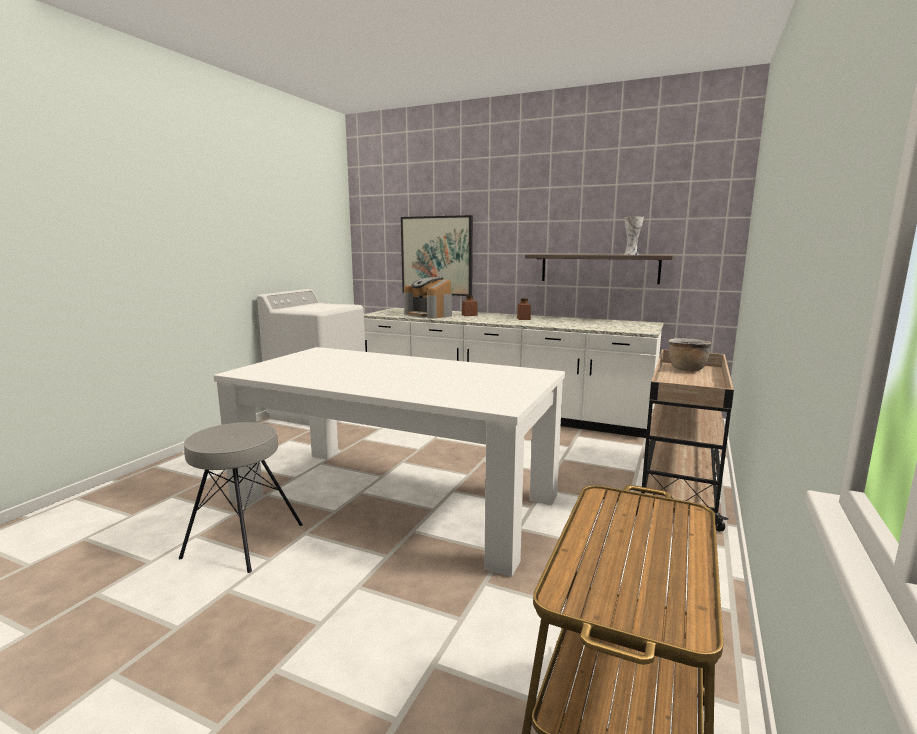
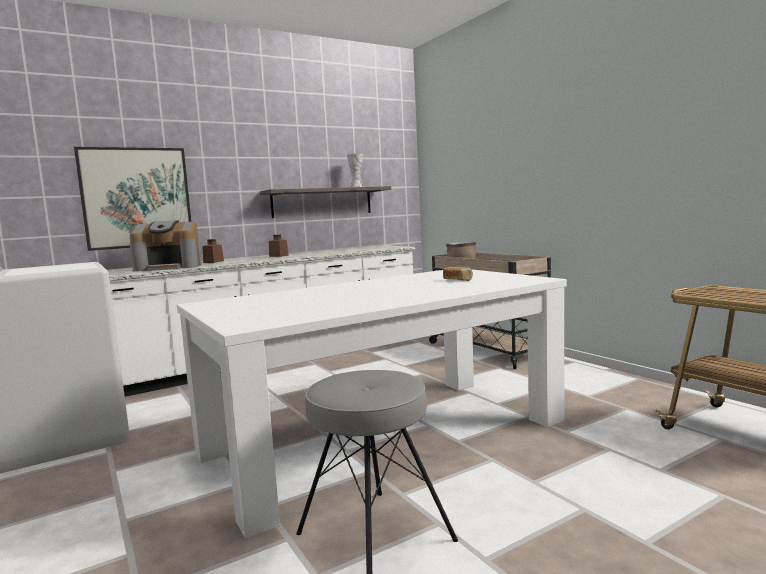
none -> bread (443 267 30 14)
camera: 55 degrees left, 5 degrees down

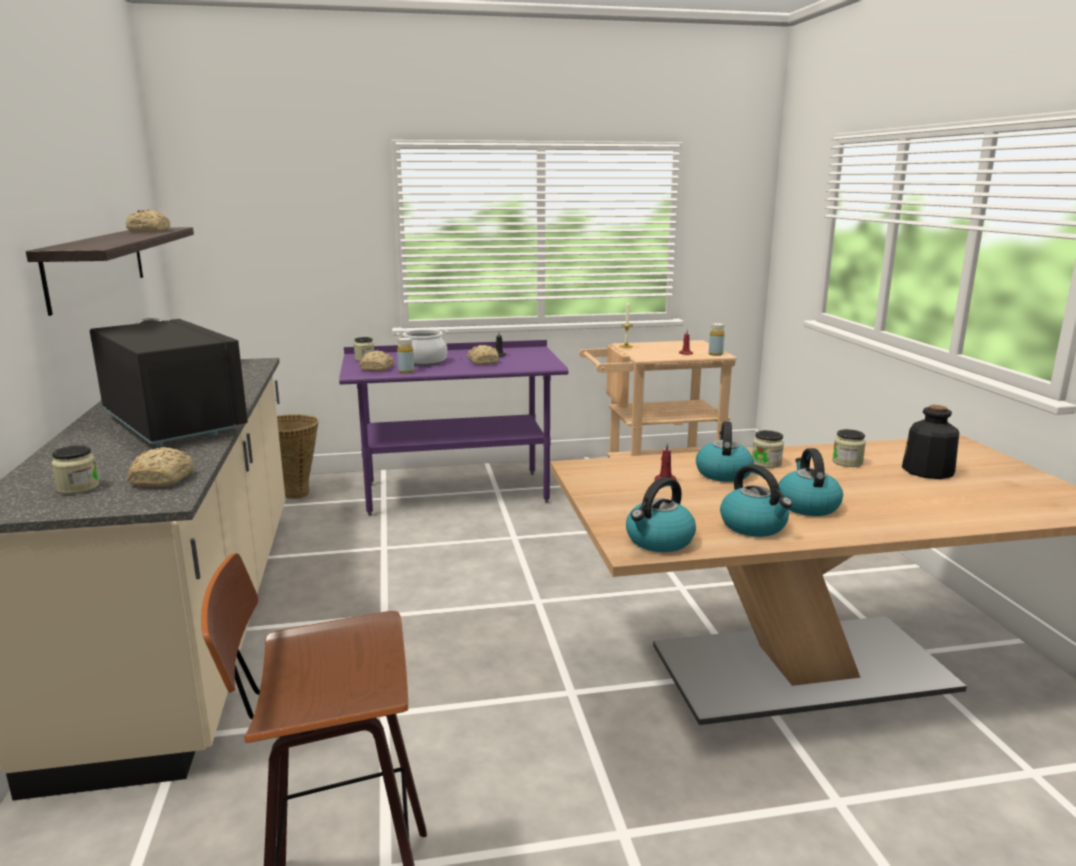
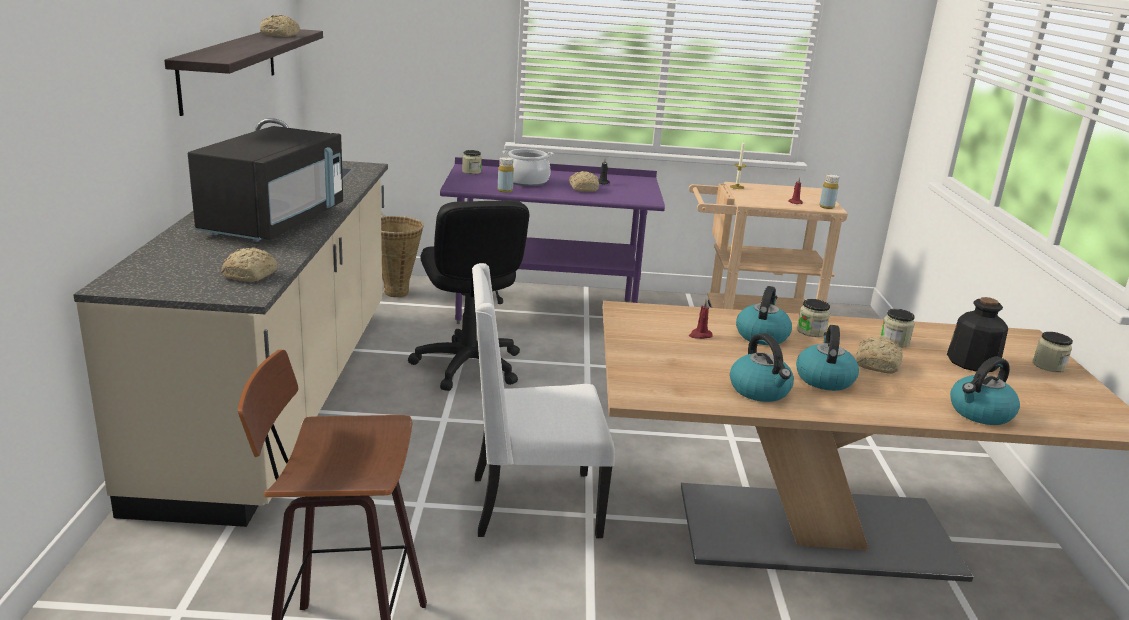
microwave/black (90 319 158 128) -> microwave/black (188 126 155 116), 45 degrees clockwise
none -> office chair/black (408 200 121 191)
none -> chair/white (472 263 143 275)
bread (360 351 34 20) -> bread (856 337 47 37), shifted
water kettle (626 477 70 75) -> water kettle (950 357 70 68), shifted
jar (51 445 48 49) -> jar (1033 332 40 40), shifted
camera: 10 degrees right, 5 degrees up

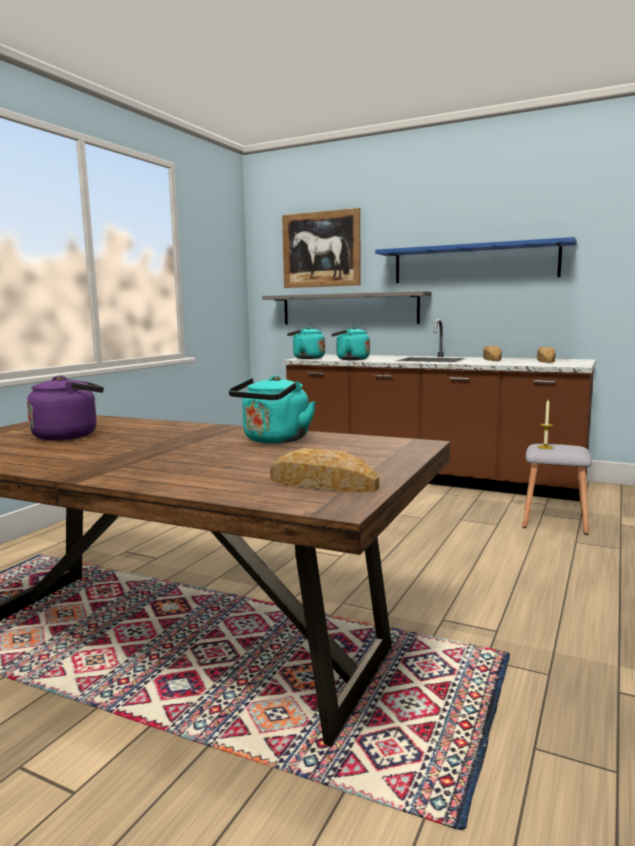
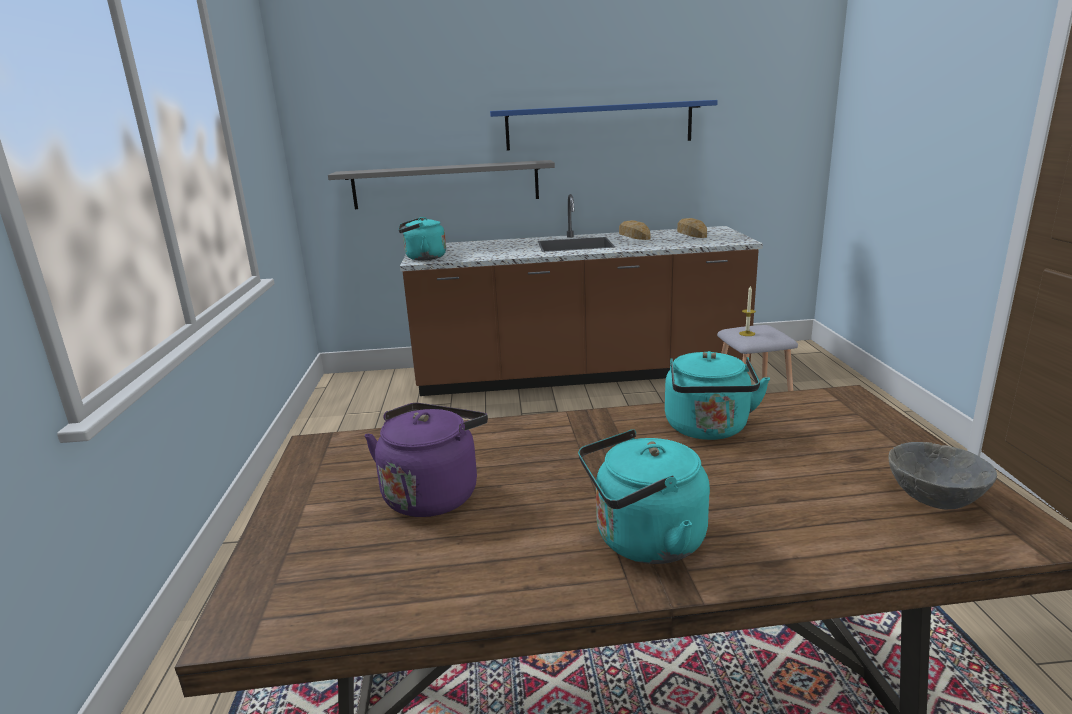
water kettle/turquoise (331 327 39 33) -> water kettle/turquoise (578 430 132 134), shifted
bread (270 448 109 44) -> bowl/gray (888 442 109 67)
wall picture (282 208 79 80) -> none
camera: 30 degrees left, 10 degrees up

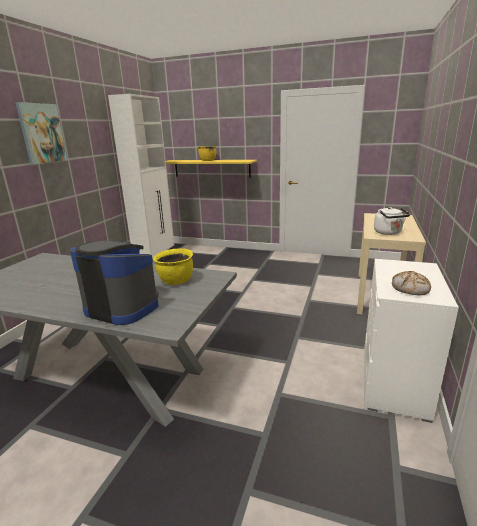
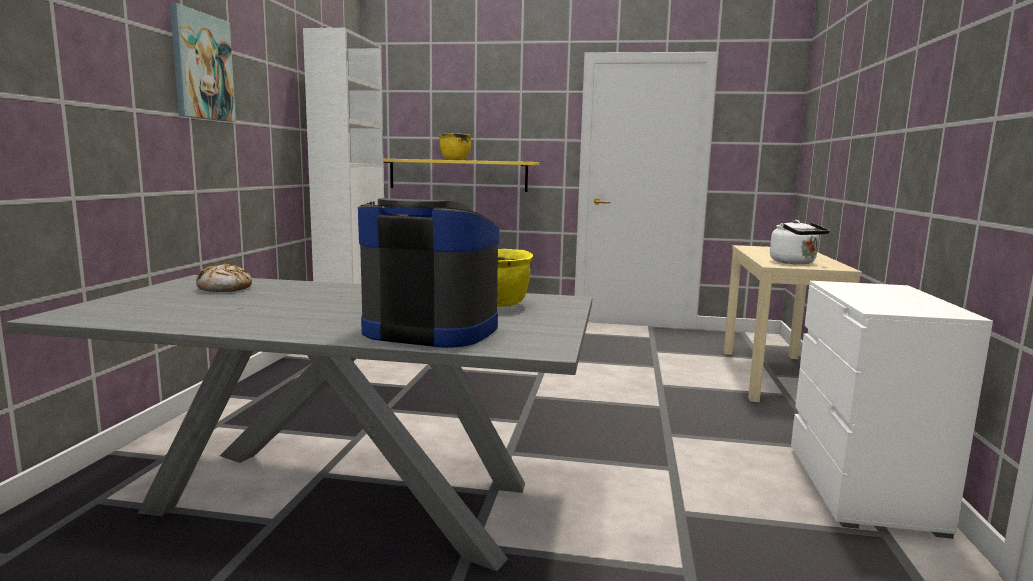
bread (392 271 39 25) -> bread (196 264 56 28), shifted
camera: 10 degrees left, 10 degrees down

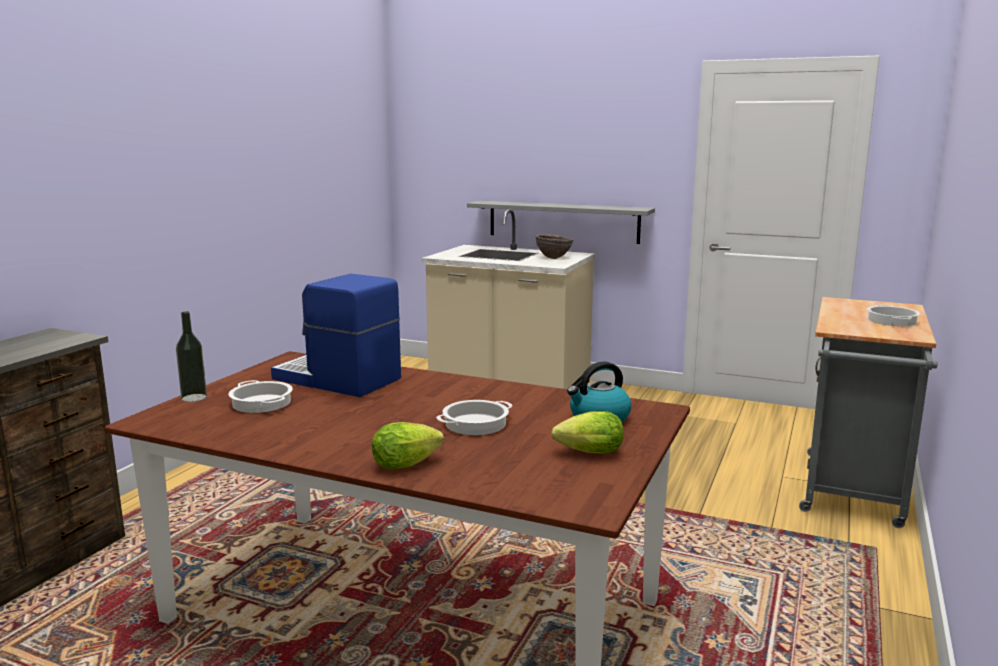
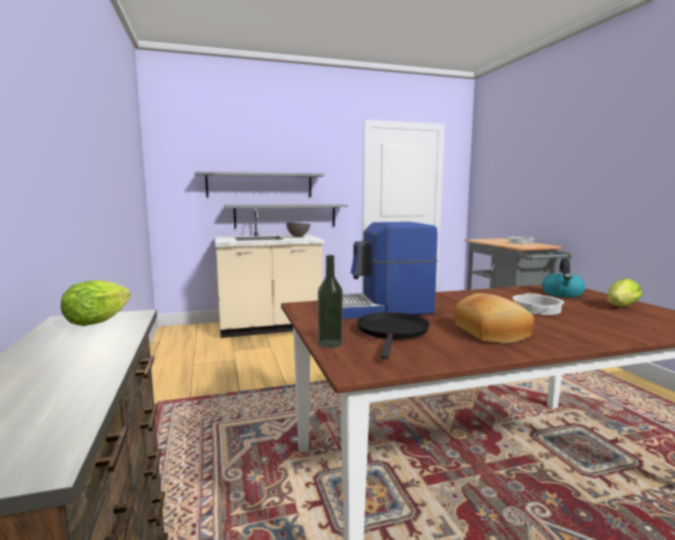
head of lettuce (372 422 72 47) -> head of lettuce (61 280 70 46), shifted
none -> bracket shelf/gray (195 172 129 25)
saucepot (229 380 64 33) -> pan/black (357 312 73 47)
none -> bread (454 293 80 50)
camera: 40 degrees left, 5 degrees down

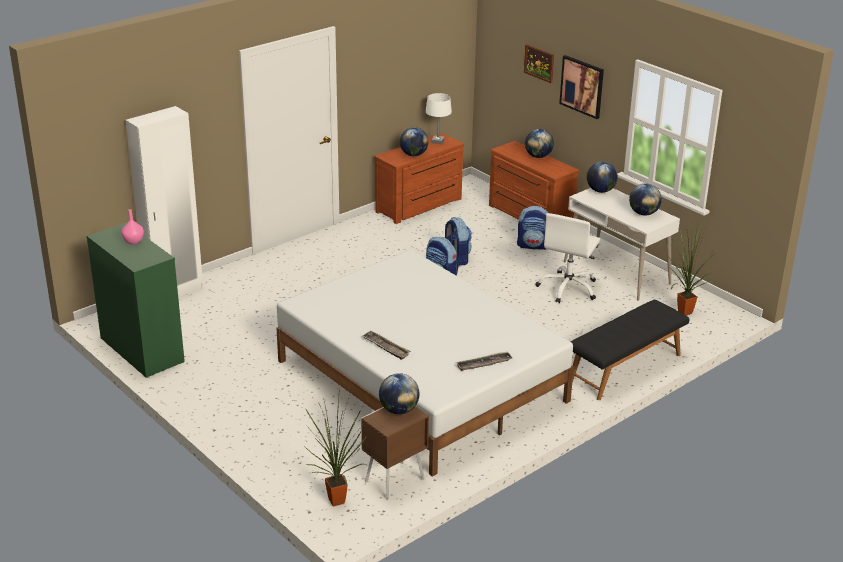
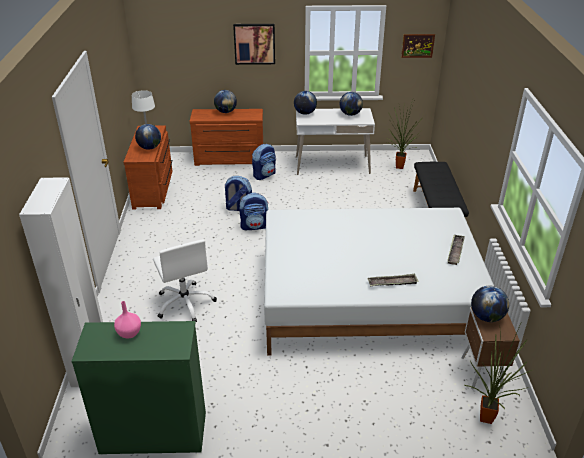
office chair/white (536 213 64 90) -> office chair/white (153 240 64 82), shifted
wall picture (524 44 30 39) -> wall picture (401 34 34 24), shifted
camera: 50 degrees left, 5 degrees up

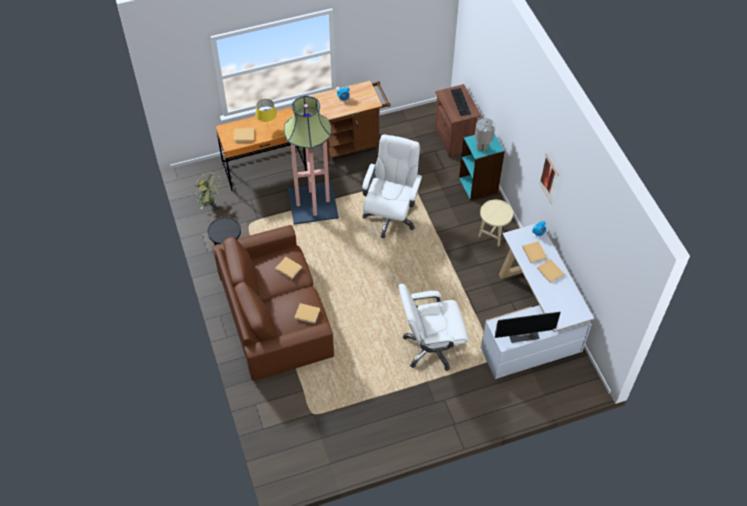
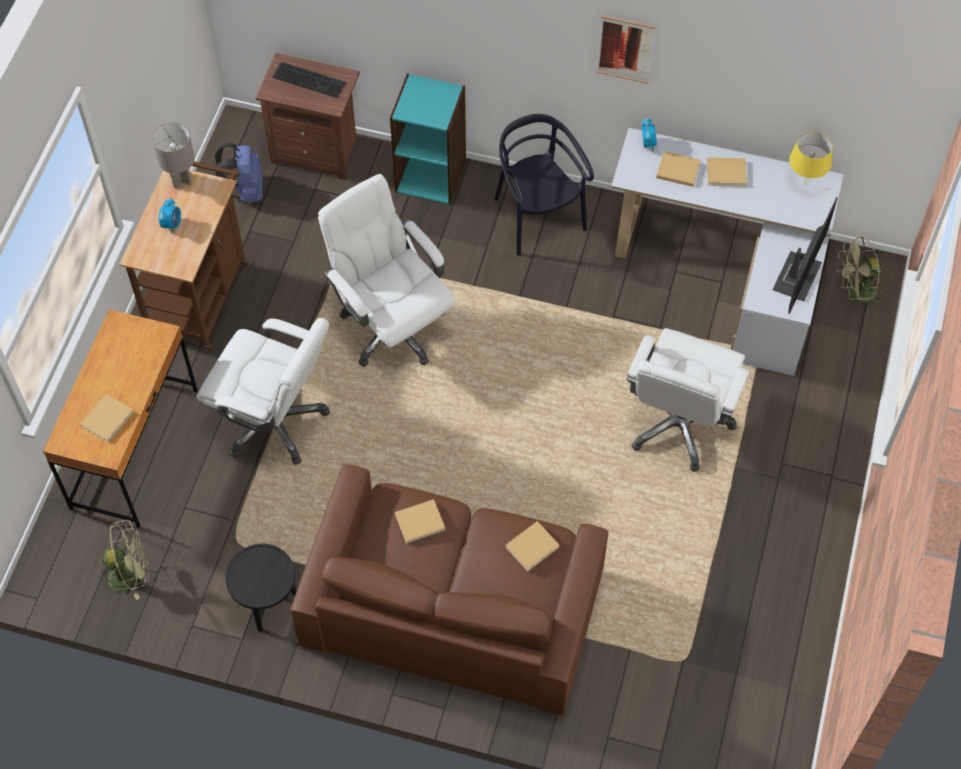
tabletop lamp/gray (475 118 20 35) -> tabletop lamp/gray (152 122 43 67), shifted
standard lamp (284 96 55 128) -> office chair/white (196 318 134 147)
none -> knapsack/bluish (215 143 48 59)
side table/beige (478 199 35 47) -> chair/black (494 114 100 142)
tabletop lamp/yellowish (255 99 22 28) -> tabletop lamp/yellowish (789 131 44 54), shifted
none -> electric fan/green (837 237 49 73)
camera: 55 degrees left, 5 degrees up

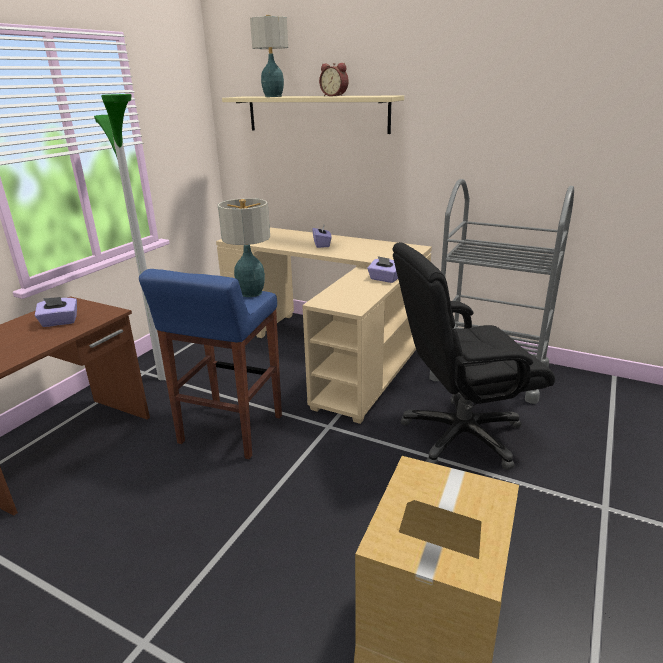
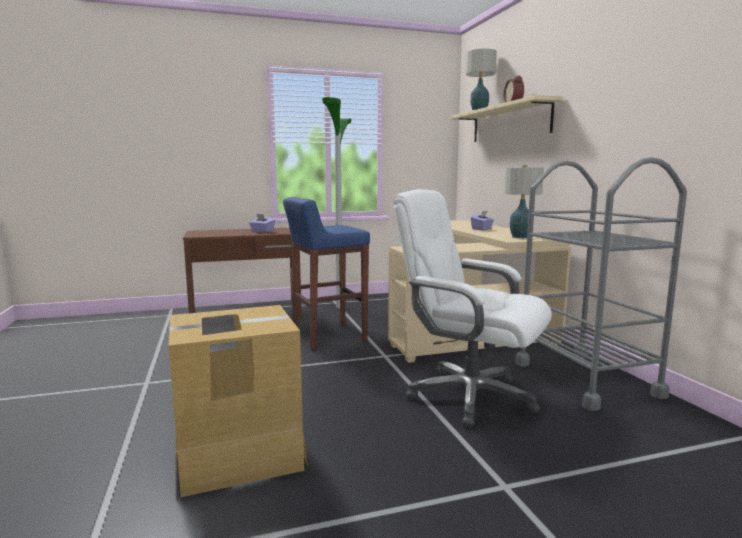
office chair/black (392 242 163 228) -> office chair/white (394 189 158 238)
tabletop lamp (218 198 52 99) -> tabletop lamp (505 165 39 73), shifted
tissue holder/purplish (367 256 31 27) -> none
camera: 45 degrees right, 15 degrees down

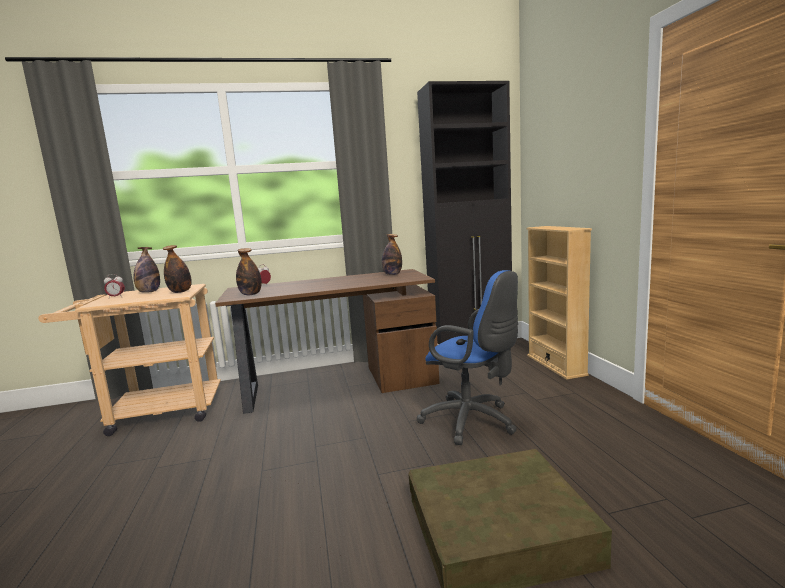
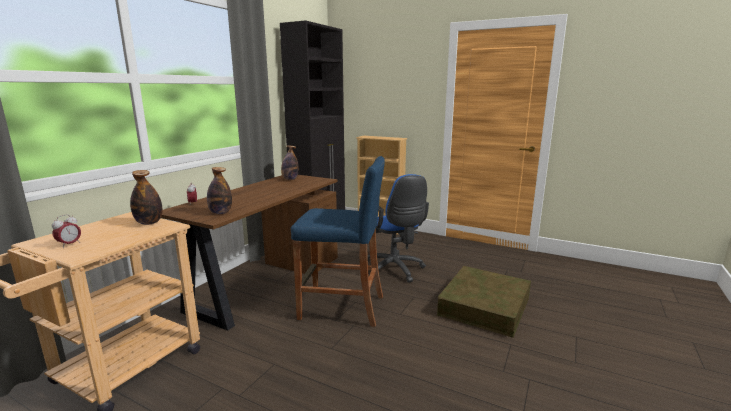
none -> stool seat/bluish (291 156 94 171)
office chair/bluish (417 270 101 175) -> office chair/bluish (367 174 62 109), 75 degrees clockwise
bottle (134 247 26 46) -> none
camera: 50 degrees left, 5 degrees up

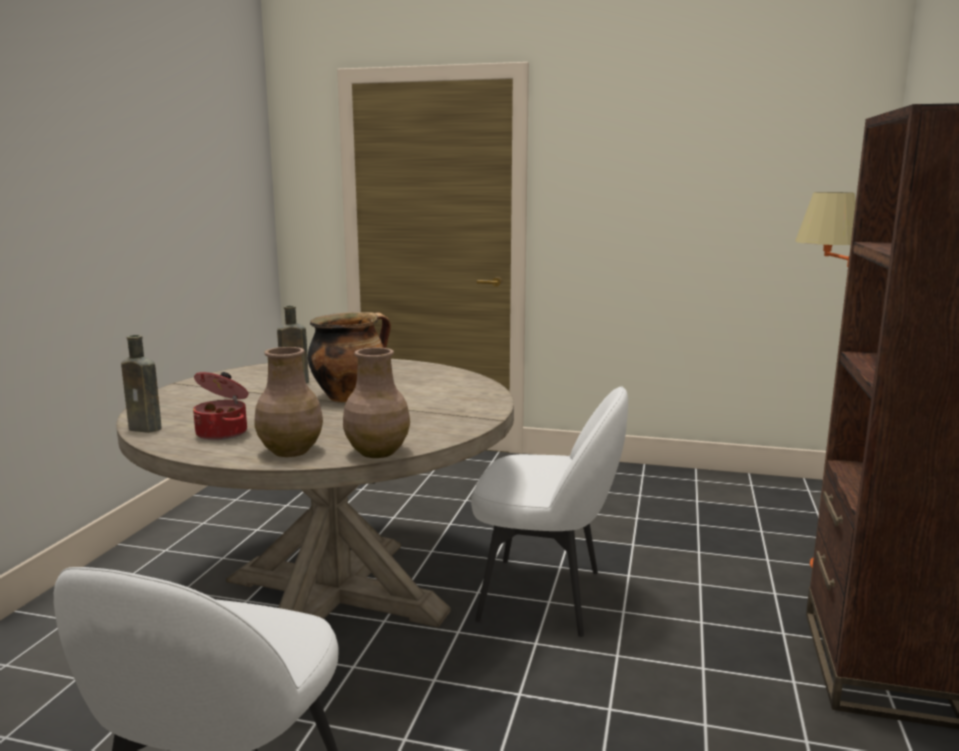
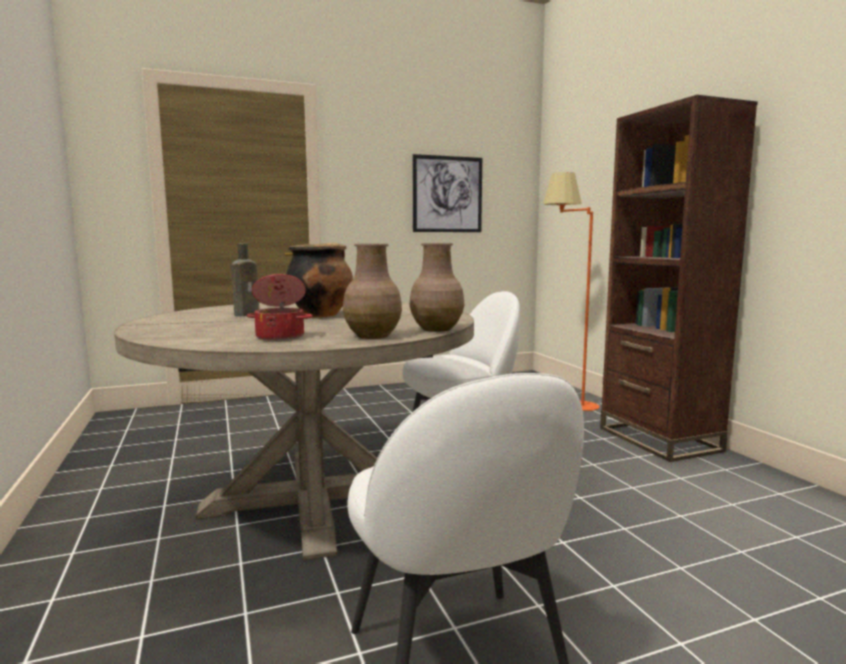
none -> wall picture (412 154 70 78)
bottle/brown (121 335 41 98) -> none
camera: 35 degrees left, 5 degrees down

